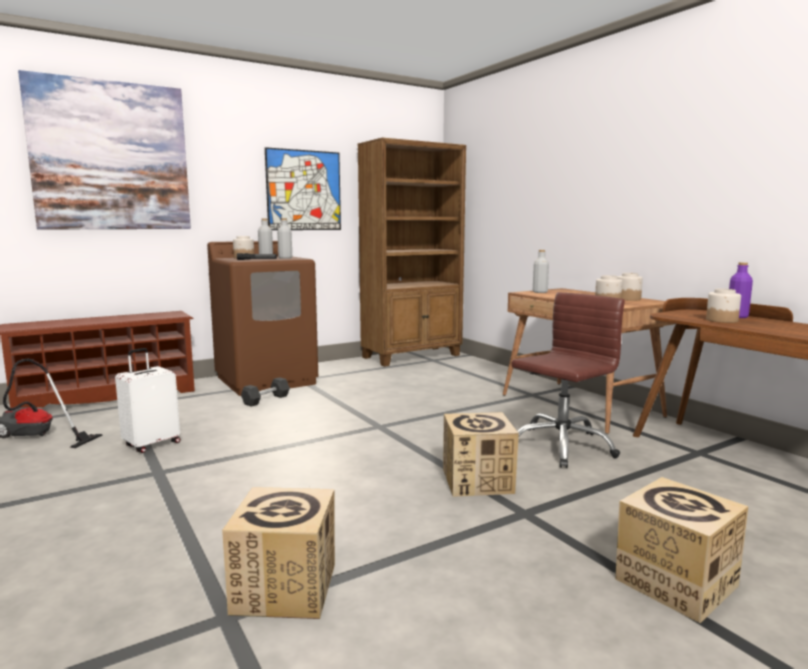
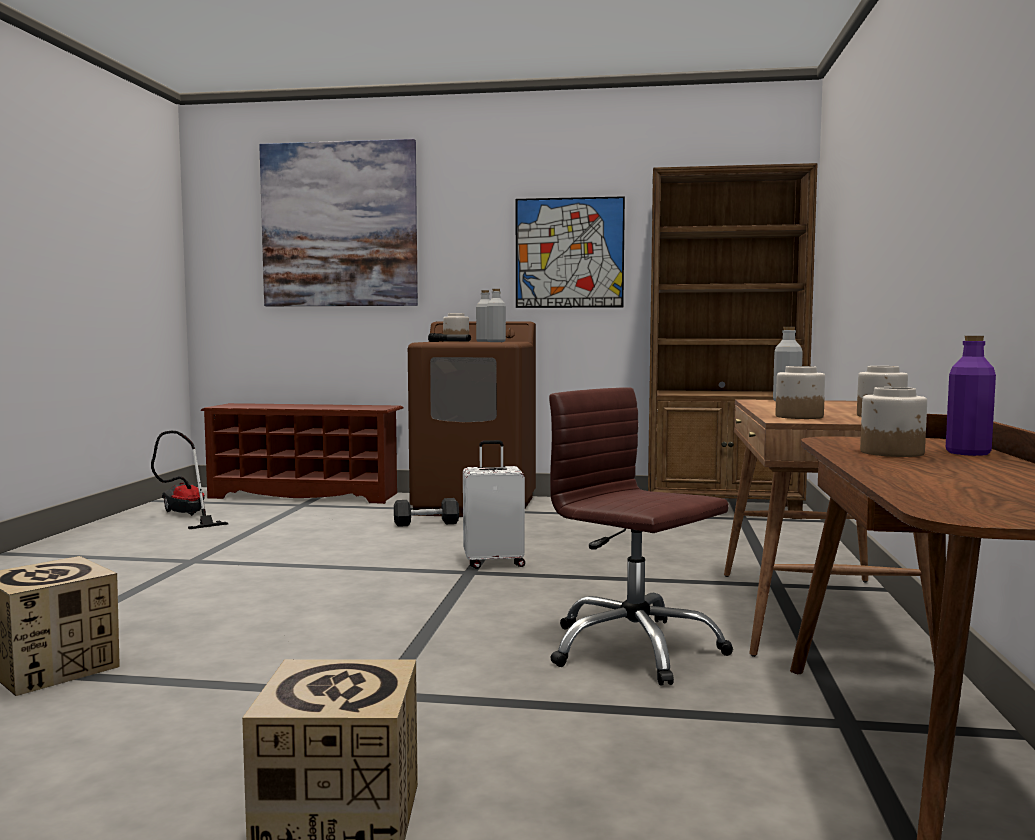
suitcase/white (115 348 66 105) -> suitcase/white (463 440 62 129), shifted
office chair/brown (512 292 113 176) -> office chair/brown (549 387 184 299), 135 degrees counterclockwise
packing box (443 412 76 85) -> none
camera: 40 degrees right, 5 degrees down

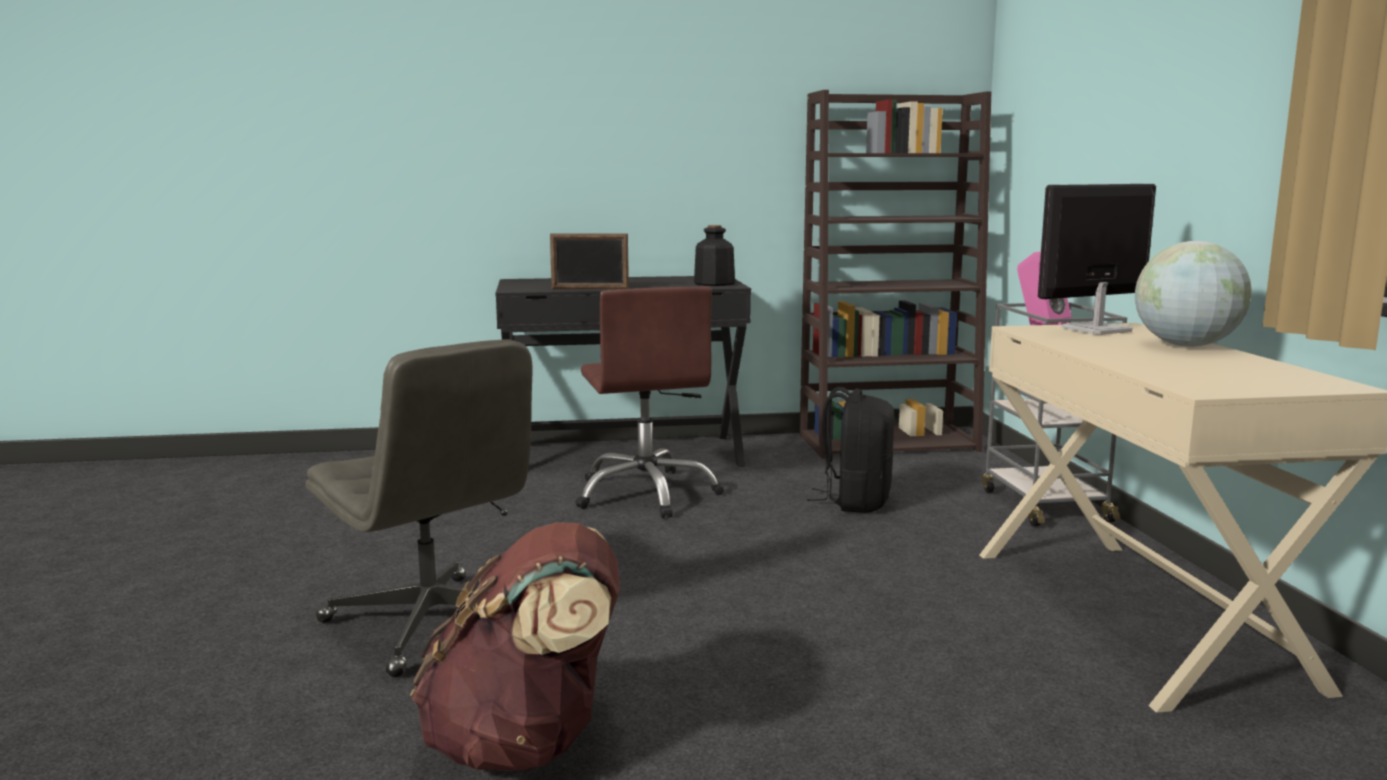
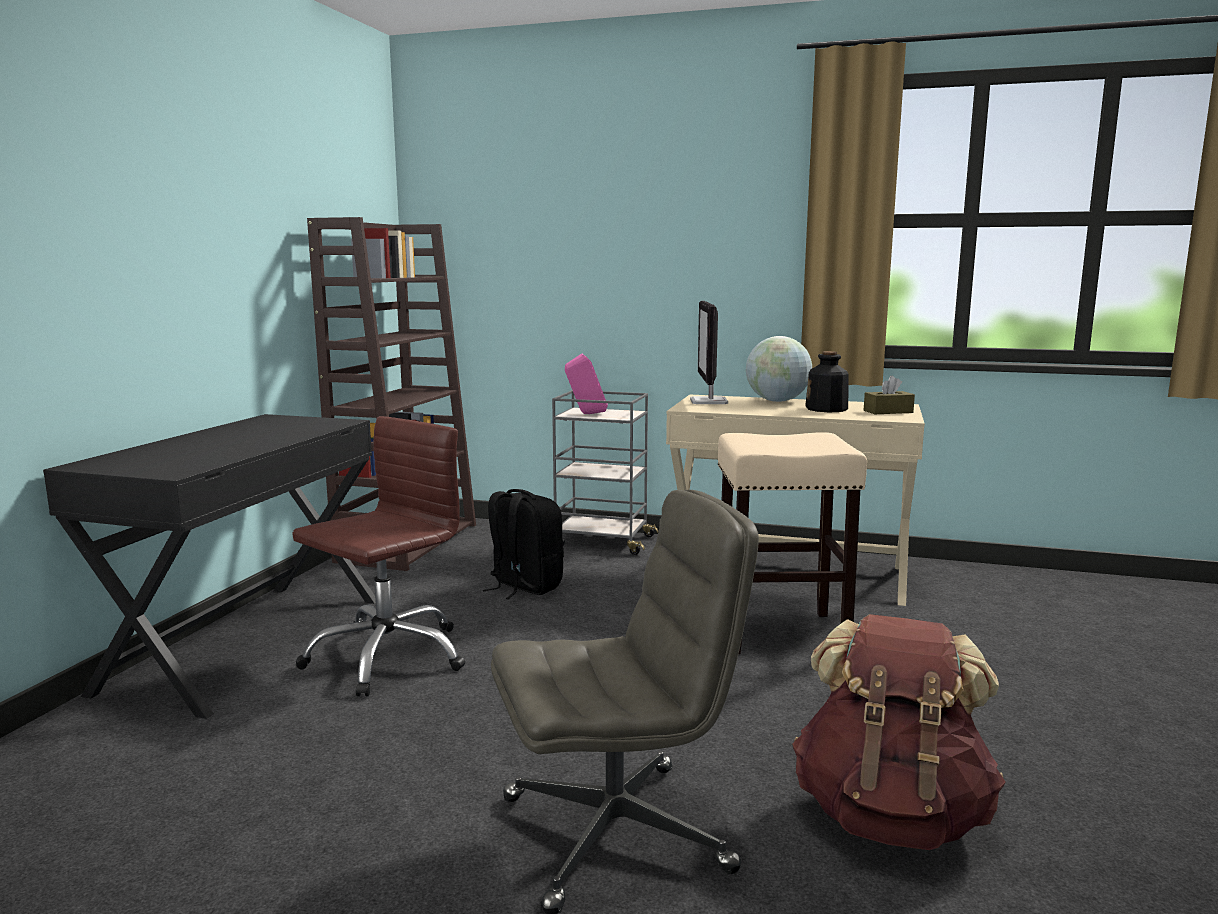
office chair/brown (575 287 149 231) -> office chair/brown (292 416 173 280), 60 degrees counterclockwise
none -> stool seat/beige (718 432 149 222)
bottle (694 225 41 61) -> bottle (805 351 43 61), shifted
none -> tissue holder/brown (864 376 51 38)
photo frame (550 233 79 56) -> none
camera: 65 degrees left, 0 degrees up

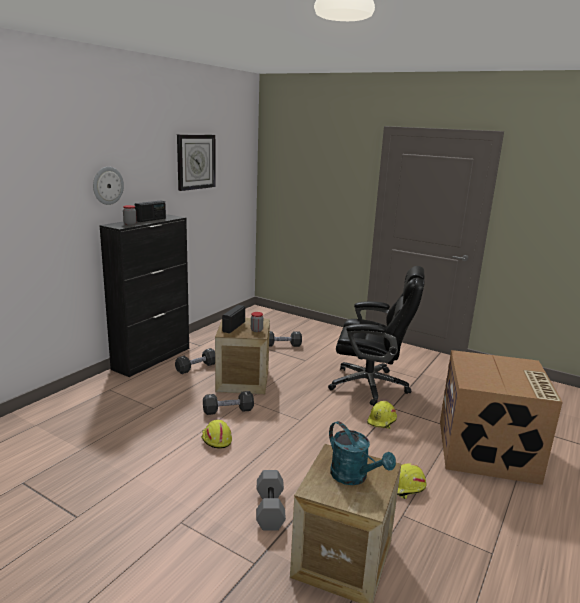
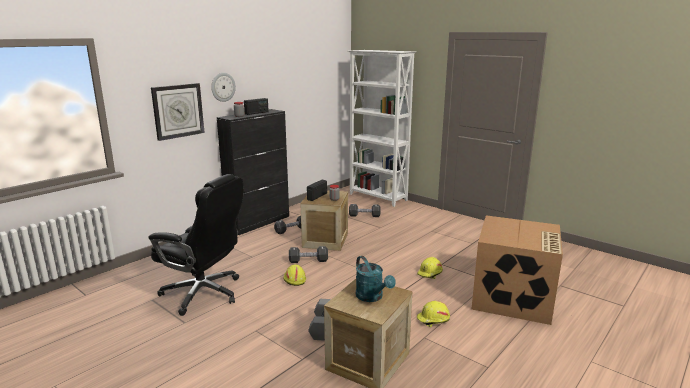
office chair/black (328 266 97 140) -> office chair/black (148 174 95 142), shifted
wall clock (177 134 39 57) -> wall clock (151 83 54 58), shifted
none -> bookshelf/white (348 50 68 157)
camera: 10 degrees right, 0 degrees up

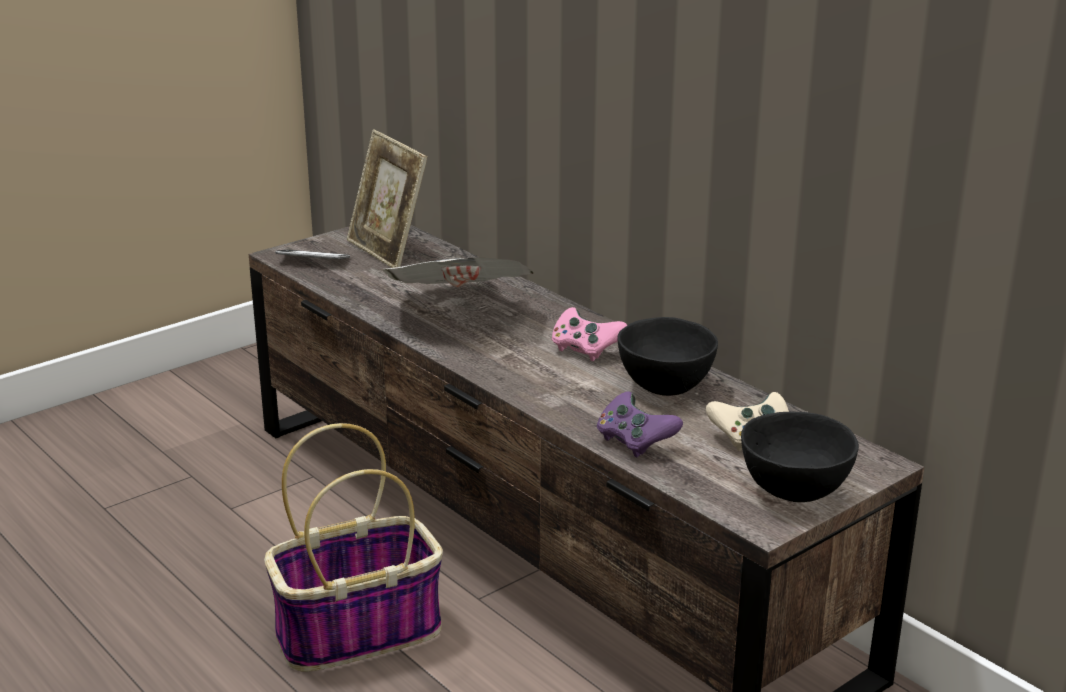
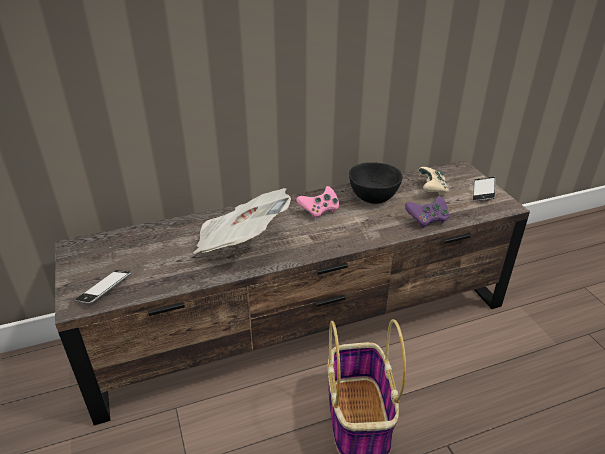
bowl/black (741 412 118 90) -> handset (473 177 23 25)
photo frame (347 129 80 139) -> none
camera: 70 degrees left, 10 degrees up

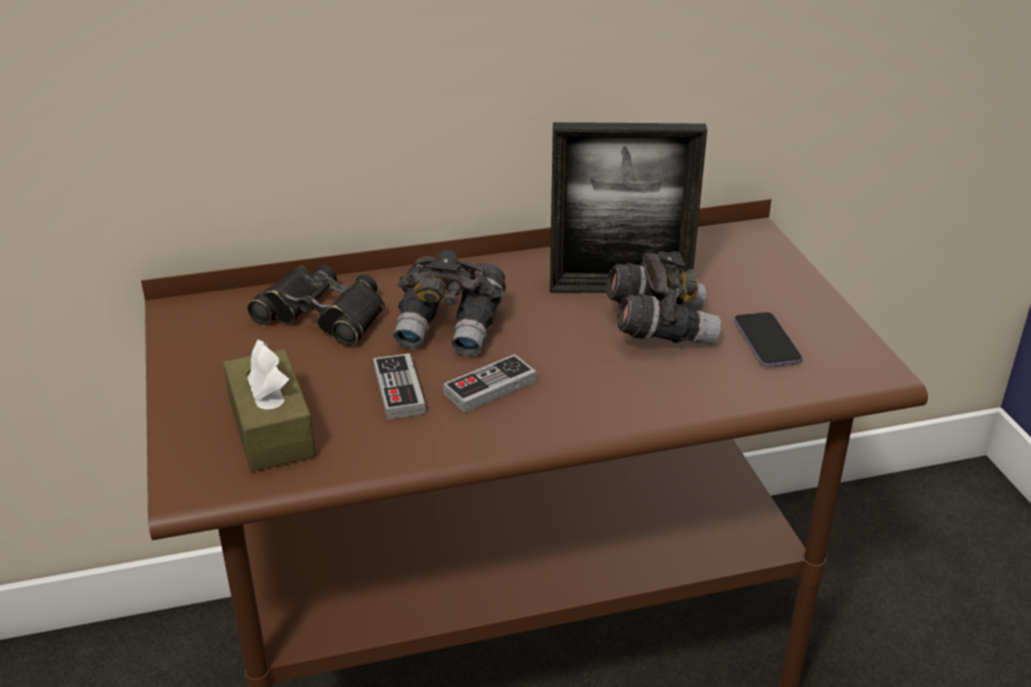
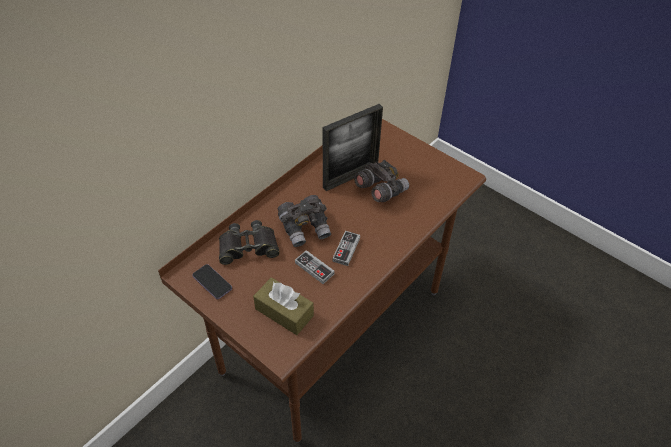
handset (734 312 68 55) -> handset (192 264 40 35), shifted
camera: 35 degrees left, 15 degrees up

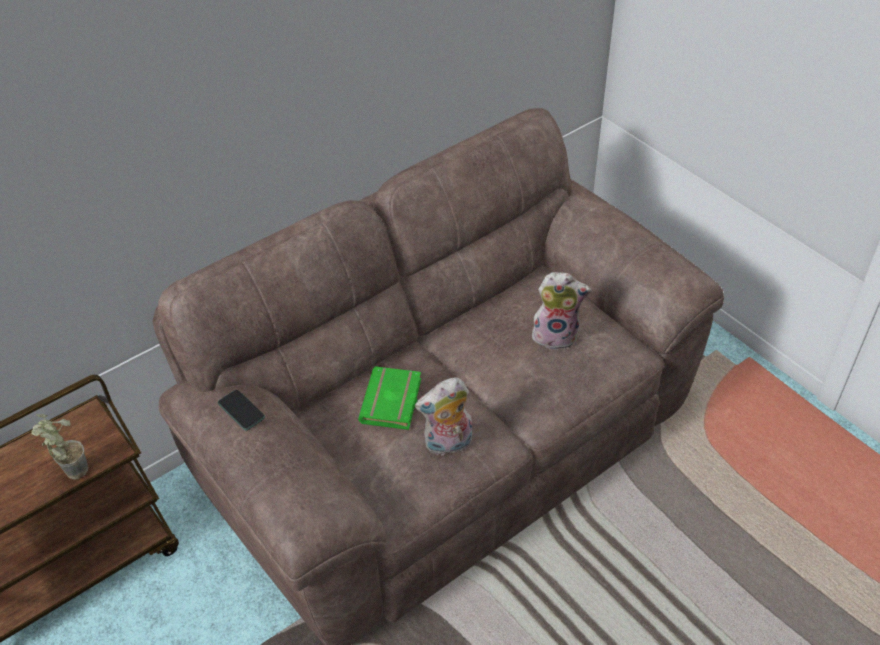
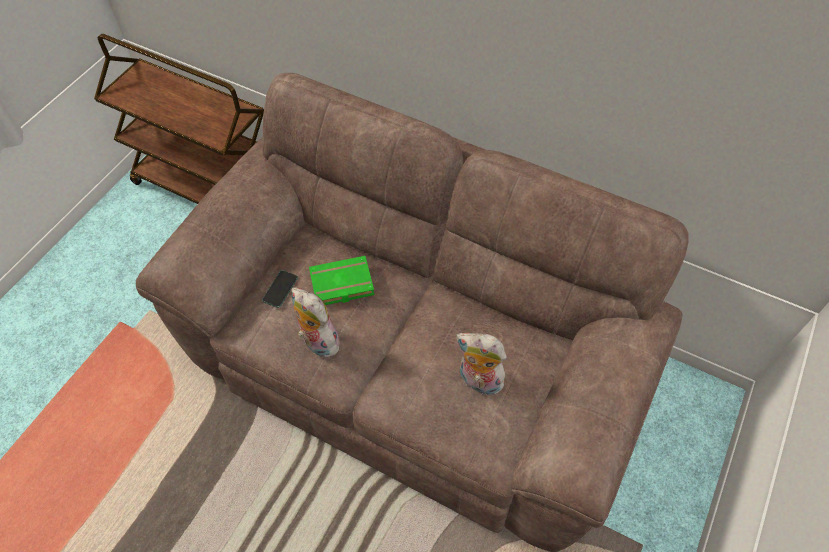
handset (218 390 47 41) -> handset (262 270 36 38), shifted
soft toy (532 272 59 78) -> soft toy (456 333 51 62), 135 degrees clockwise
potted plant (31 414 57 66) -> none
camera: 65 degrees right, 10 degrees up

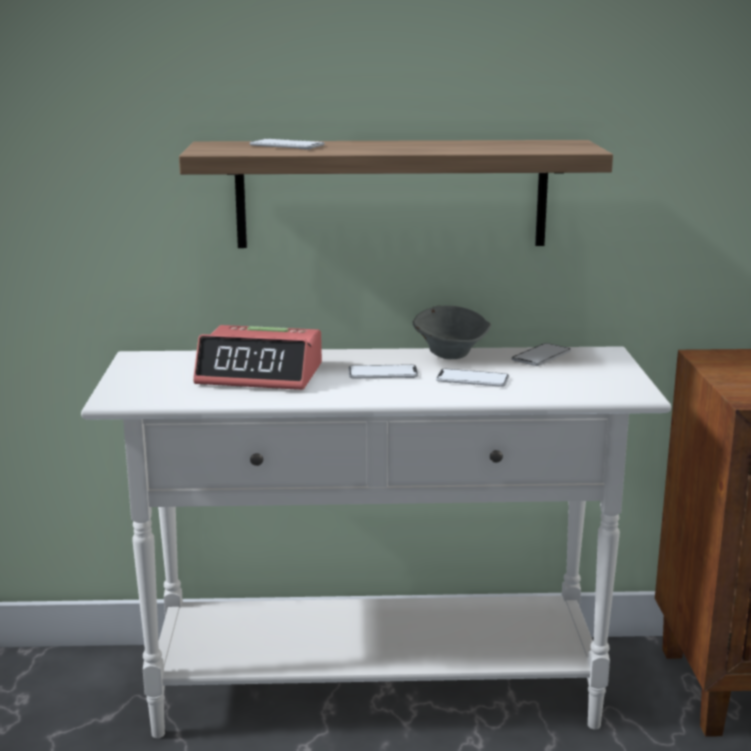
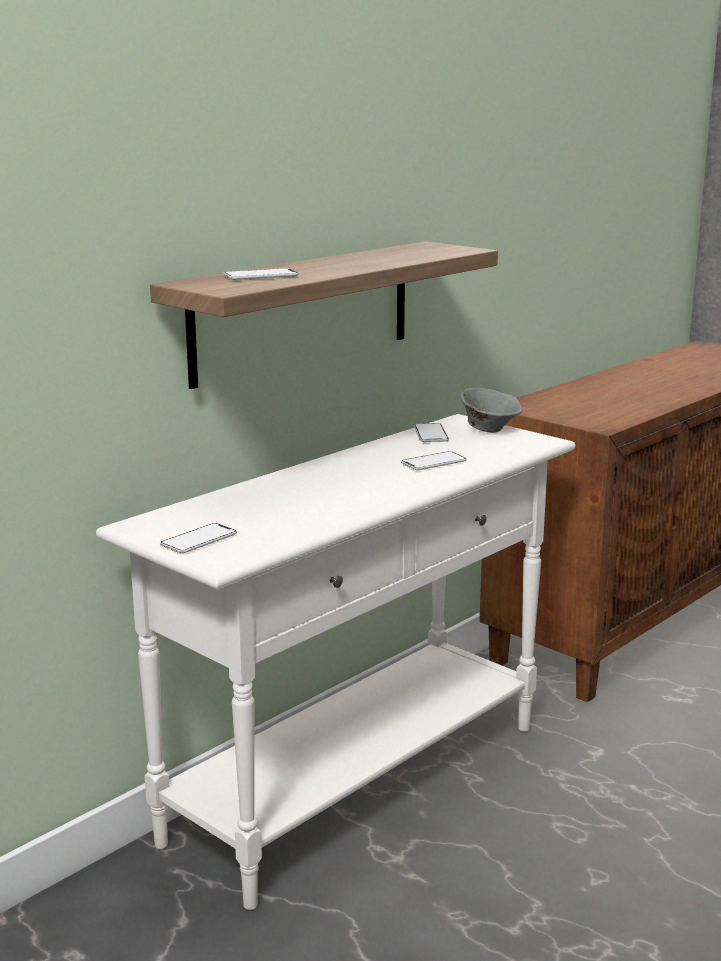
handset (348 364 71 14) -> handset (160 523 77 30), shifted
bowl/gray (413 306 78 53) -> bowl/gray (460 388 63 45), shifted
bedside clock (193 325 129 65) -> none
camera: 45 degrees left, 0 degrees up

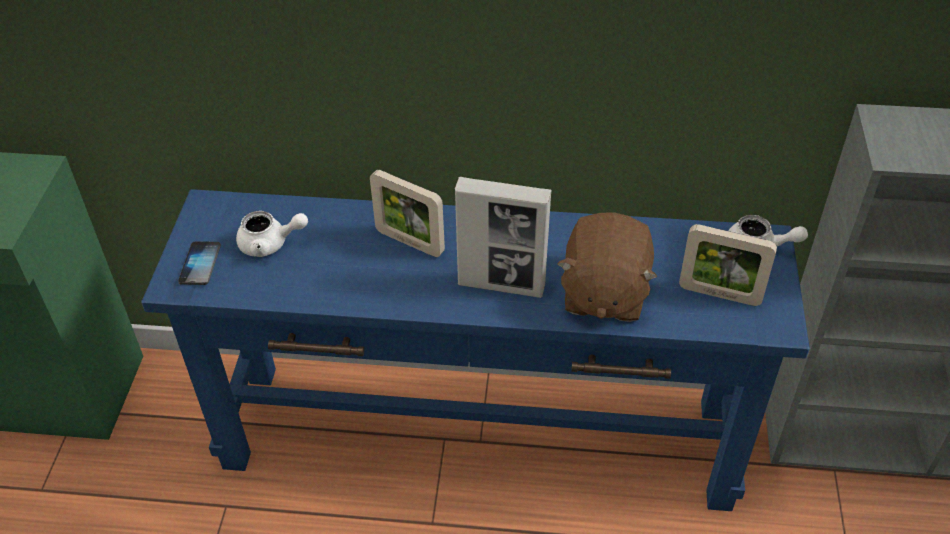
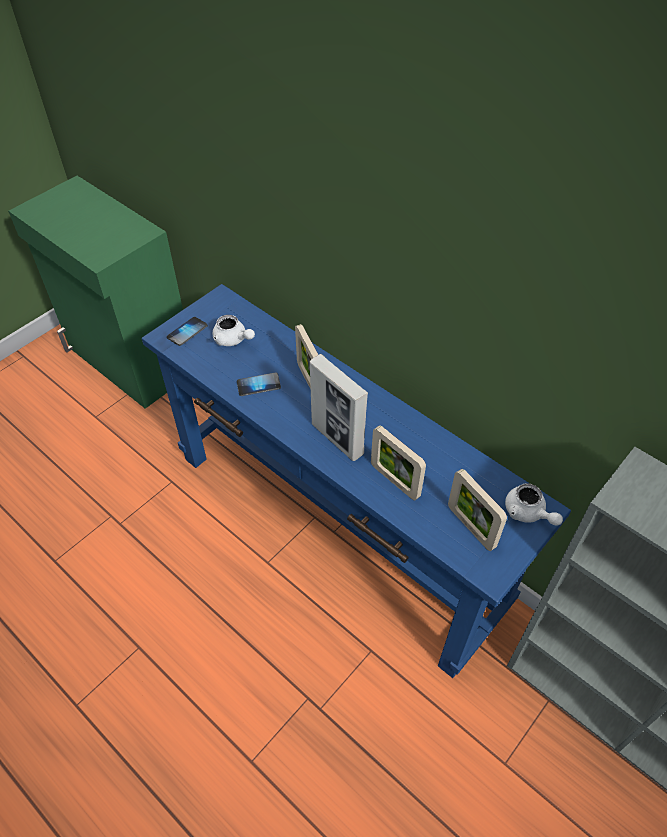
none -> handset (237 372 44 24)
soft toy/brown (557 213 100 109) -> photo frame (371 425 55 75)
camera: 35 degrees right, 5 degrees up

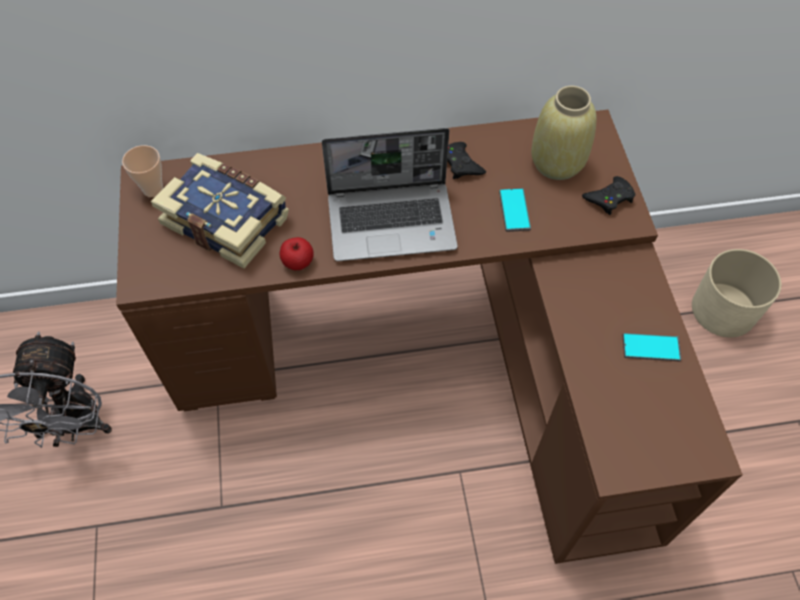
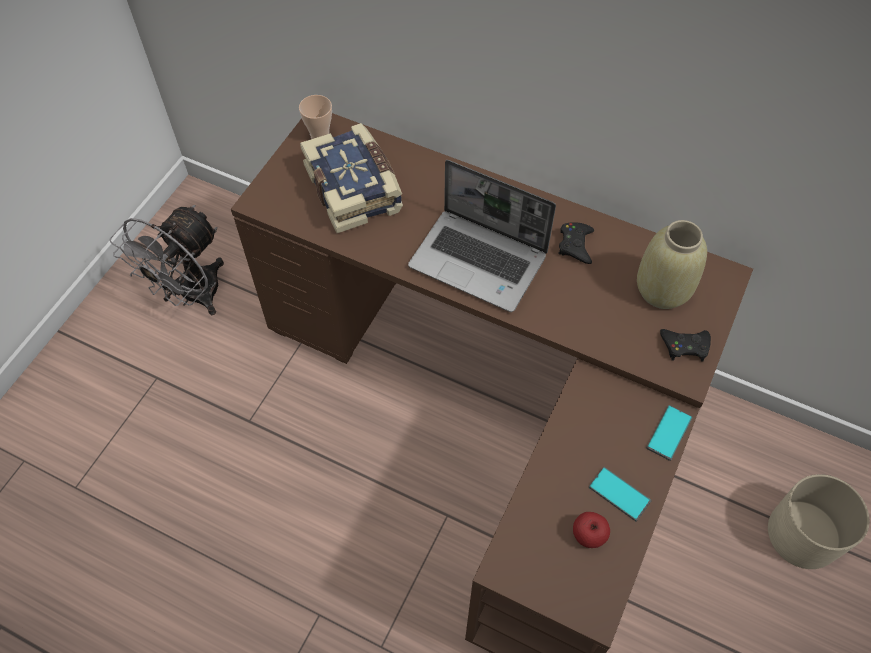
apple (279 237 35 33) -> apple (573 512 37 36), shifted
handset (499 188 32 44) -> handset (646 405 47 56), shifted
camera: 35 degrees right, 0 degrees up

